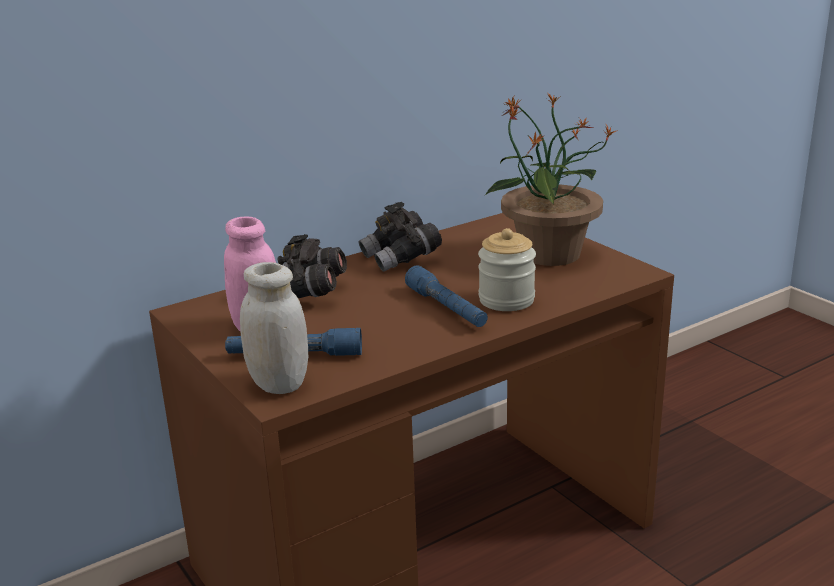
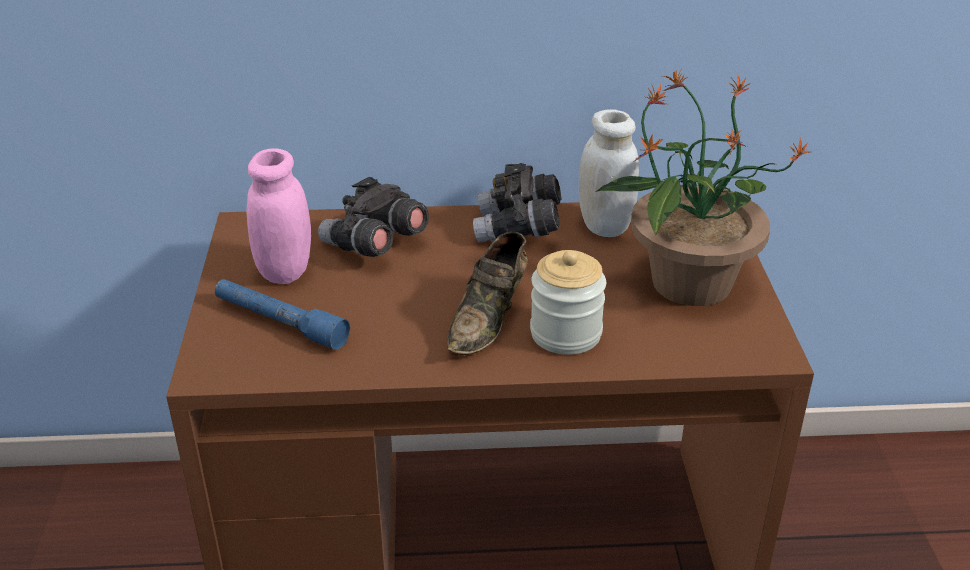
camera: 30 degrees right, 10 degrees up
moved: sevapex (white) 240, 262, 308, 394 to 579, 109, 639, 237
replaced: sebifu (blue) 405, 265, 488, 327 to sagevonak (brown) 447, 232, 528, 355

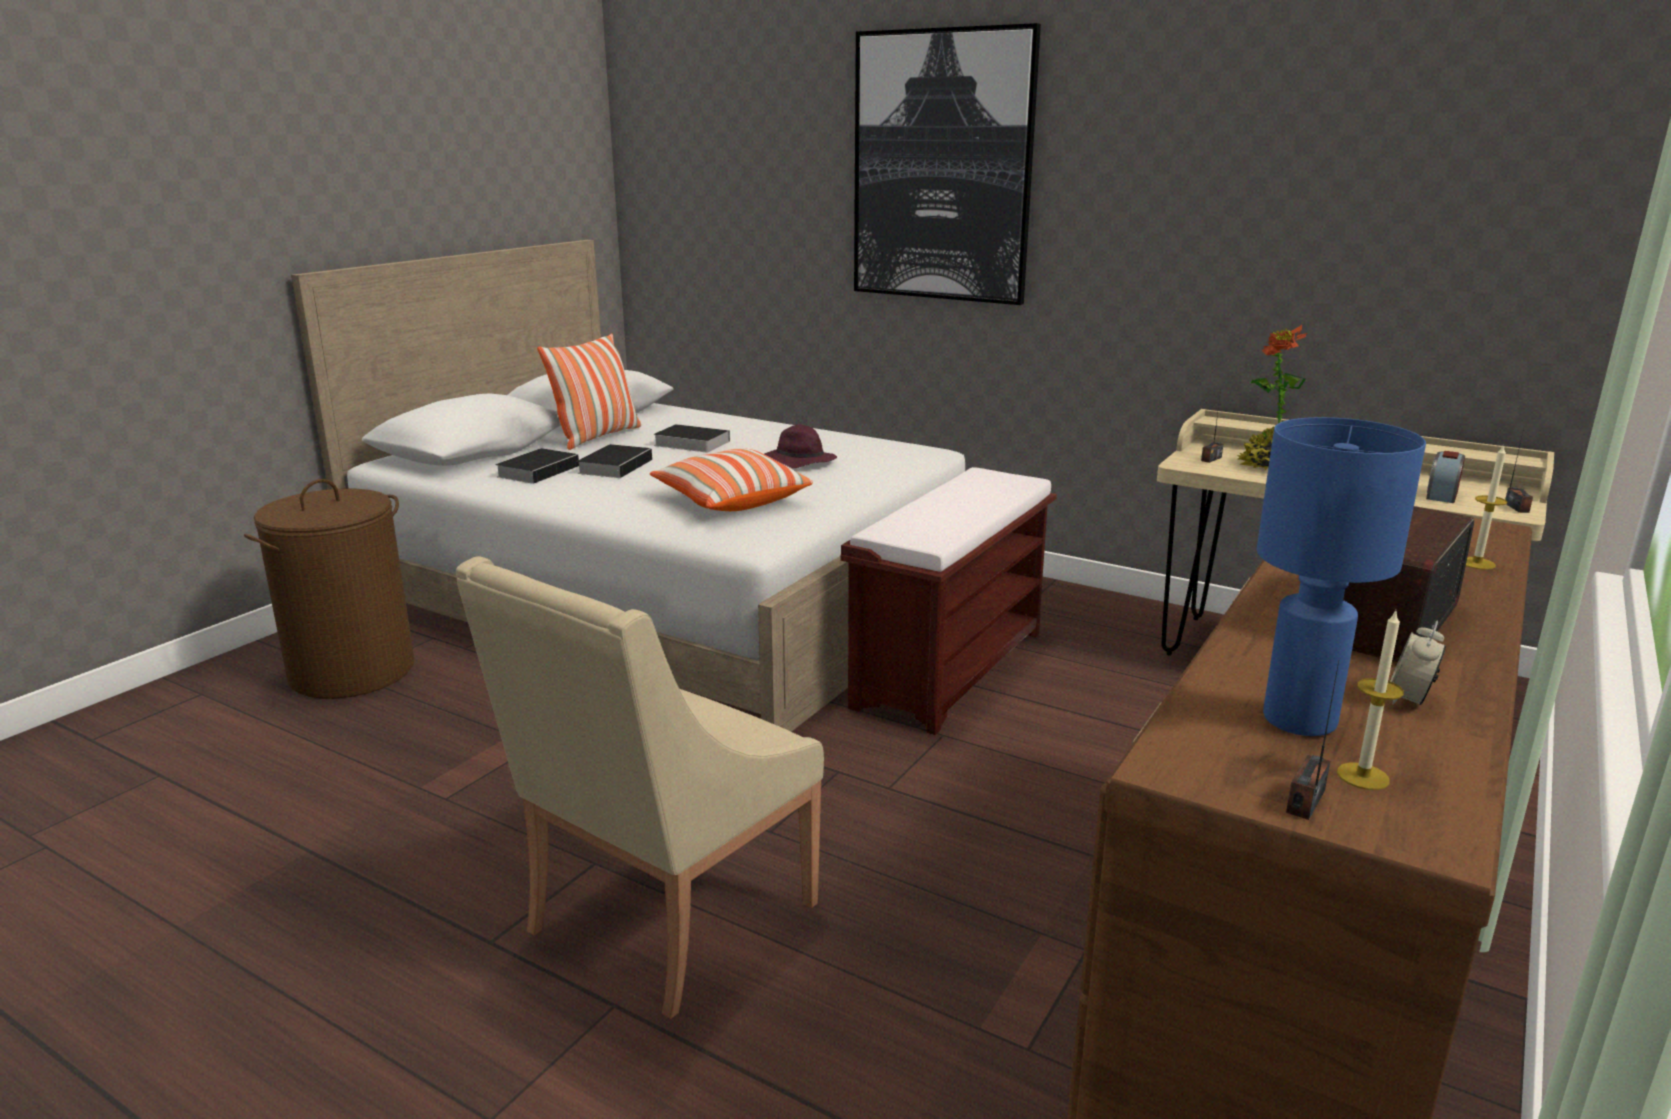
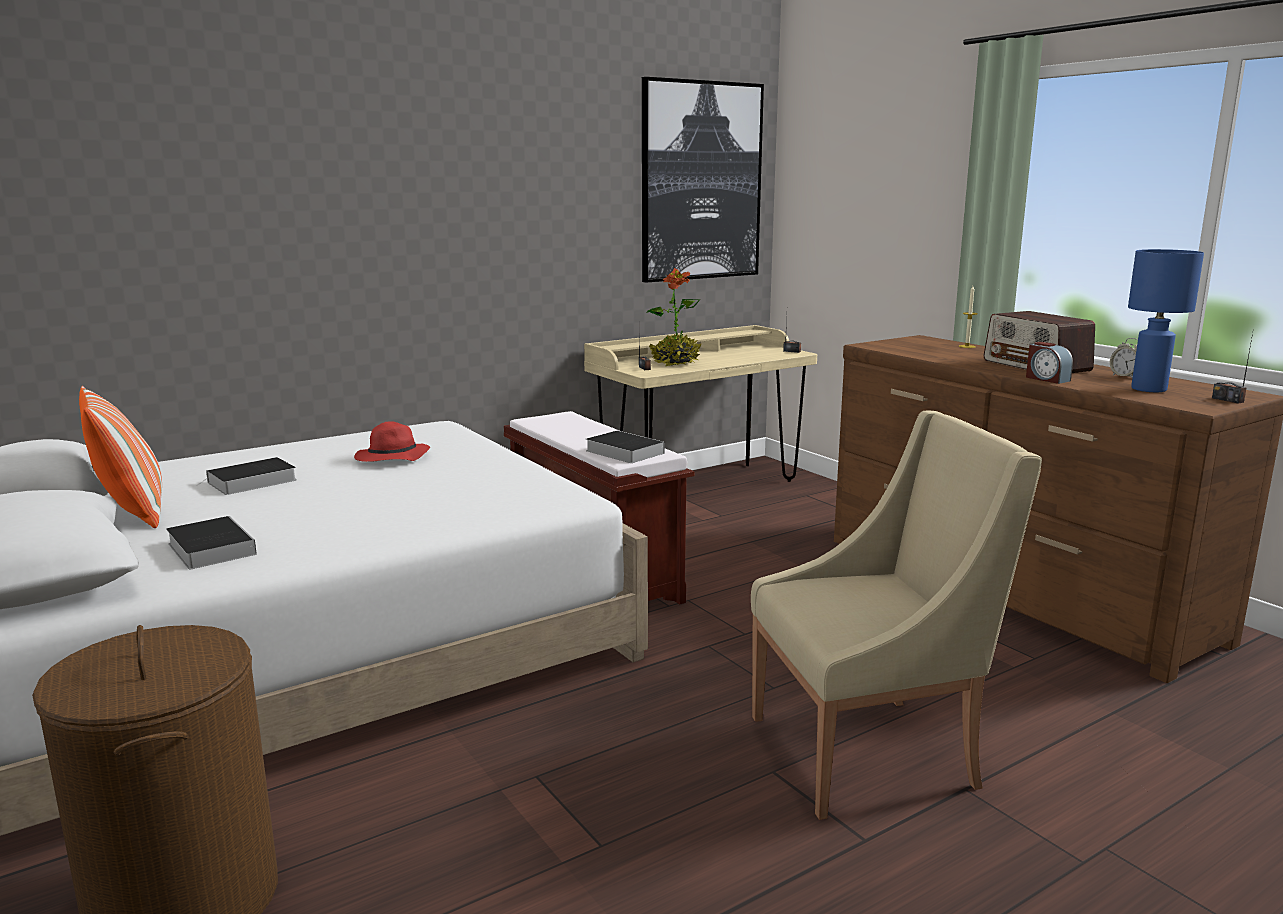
camera: 65 degrees left, 5 degrees down
removed: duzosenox 650, 448, 813, 511; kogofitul 1337, 611, 1404, 790
moved: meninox 577, 444, 652, 478 to 586, 430, 665, 463; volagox 854, 23, 1041, 305 to 642, 77, 764, 283; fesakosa 1426, 451, 1465, 503 to 1026, 342, 1073, 384
recoloured: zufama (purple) 764, 424, 837, 468 to zufama (red) 354, 422, 430, 462
turned: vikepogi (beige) 456, 556, 824, 1019 = 751, 410, 1042, 820 75 degrees counterclockwise

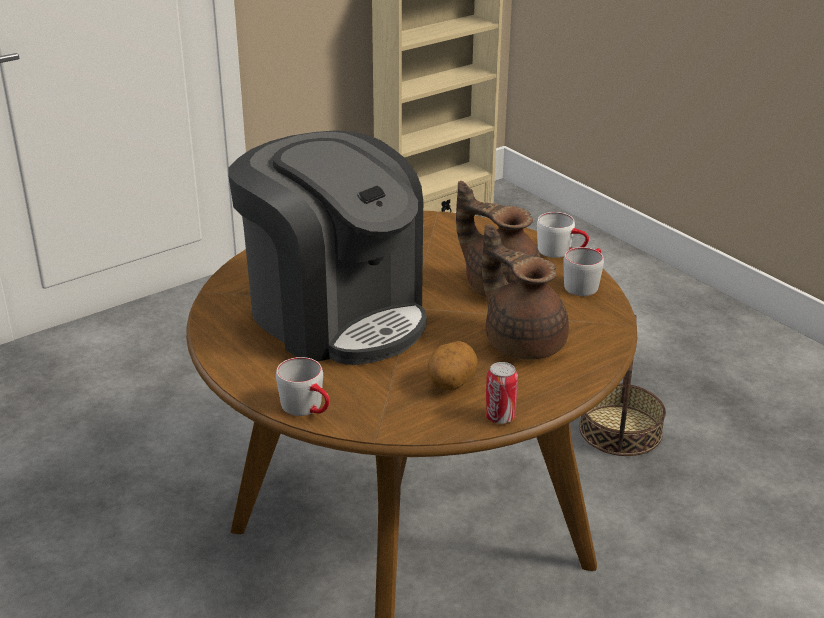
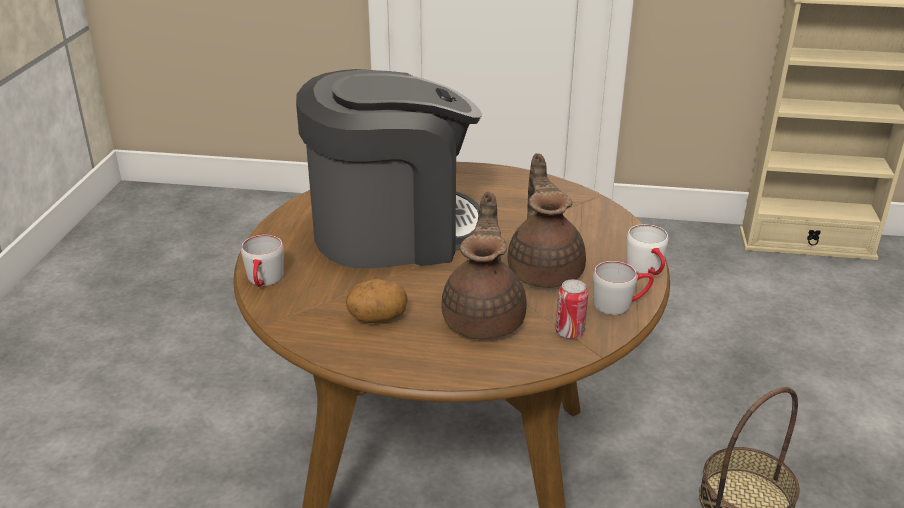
camera: 45 degrees right, 0 degrees up
moved: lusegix 485, 362, 518, 424 to 556, 279, 588, 338
turned: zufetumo 228, 130, 427, 365 = 296, 69, 482, 268 105 degrees counterclockwise

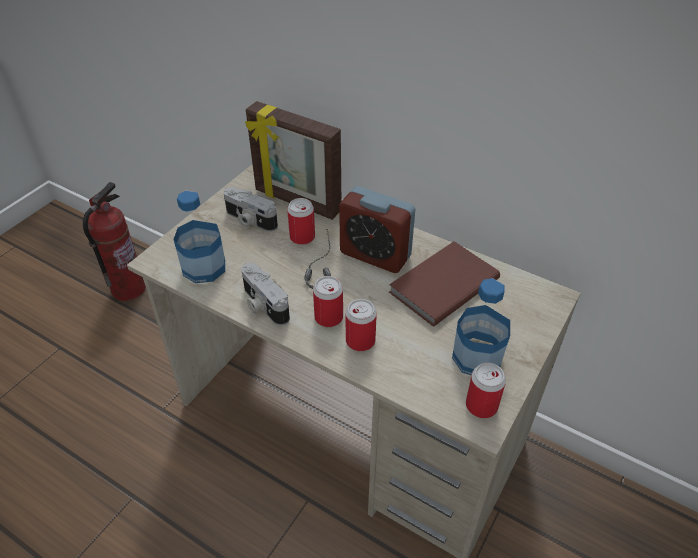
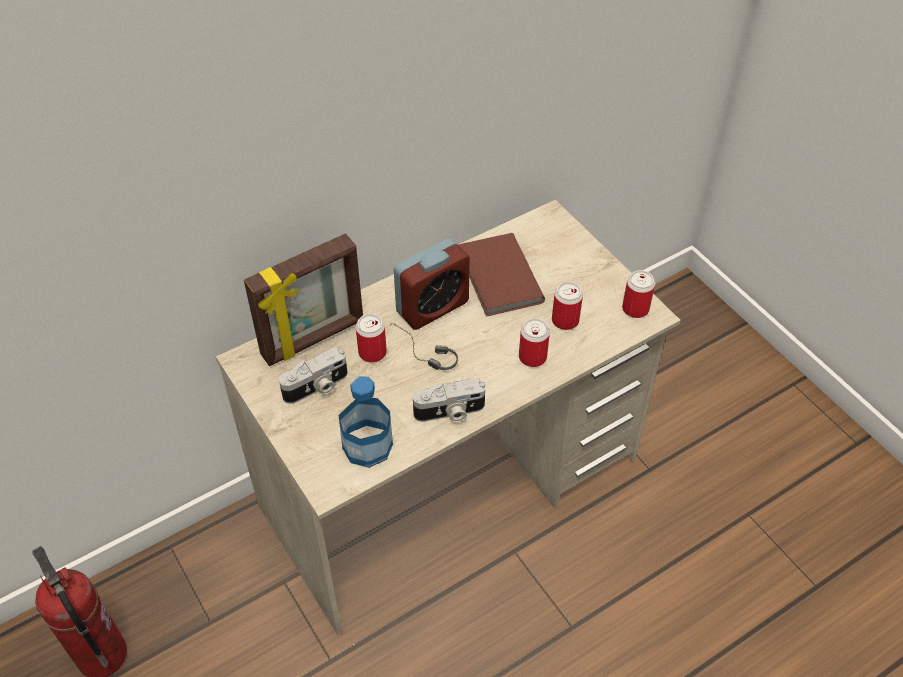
camera: 65 degrees left, 5 degrees up
removed: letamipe 452, 278, 510, 375
moved: lusegix 313, 276, 343, 327 to 552, 282, 583, 330

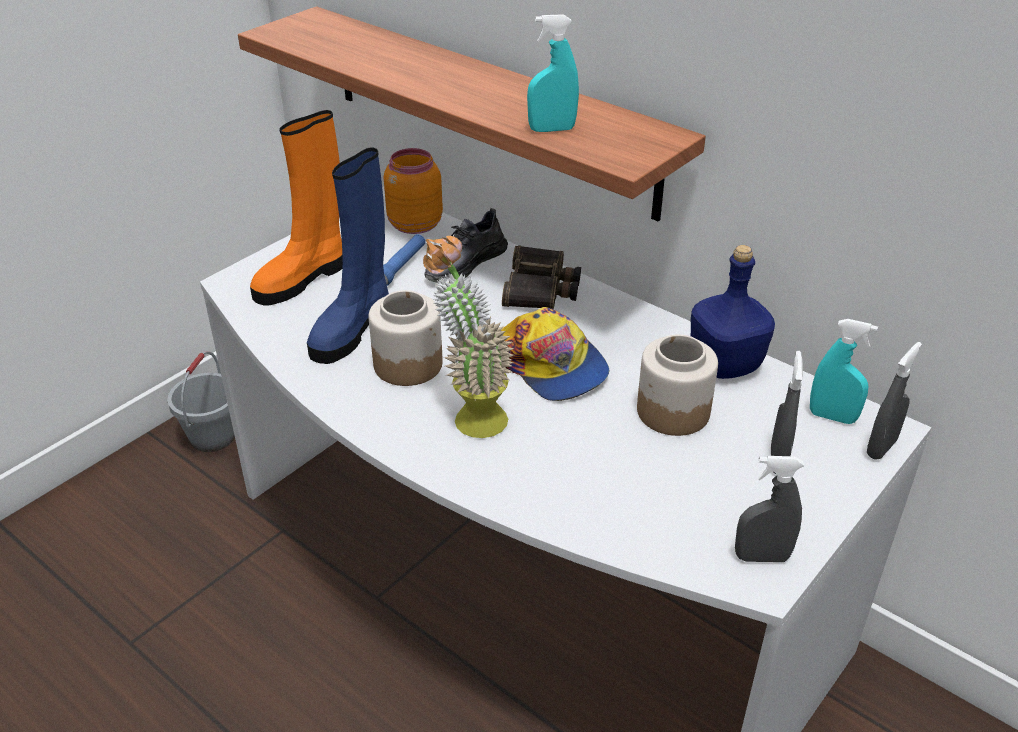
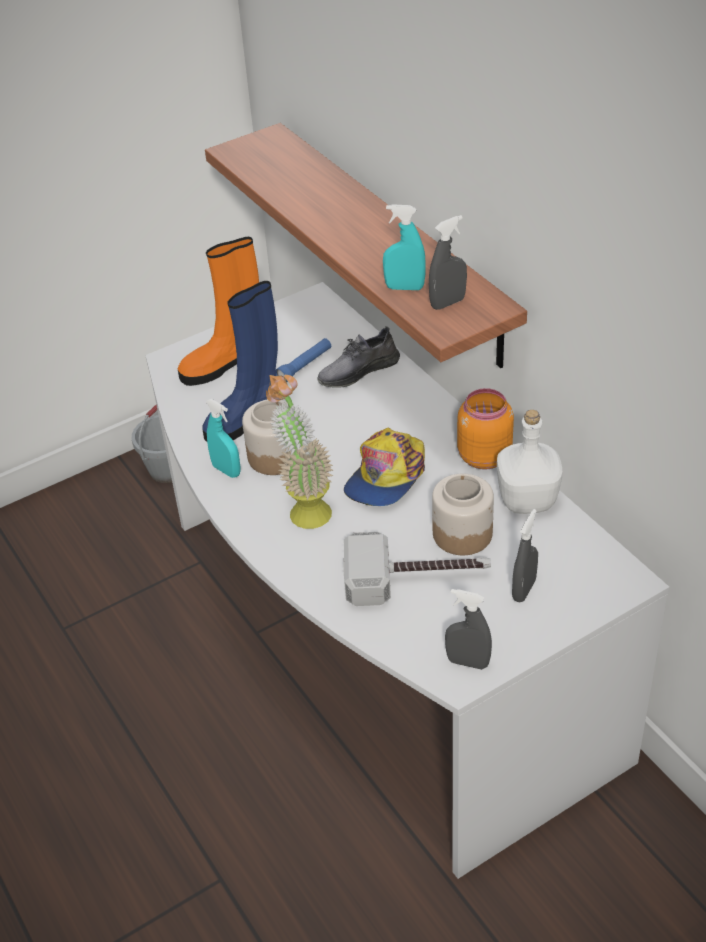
camera: 20 degrees right, 5 degrees up
removed: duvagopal 502, 245, 581, 309
added: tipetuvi 343, 532, 491, 606
moved: sevapex (orange) 384, 148, 443, 234 to 457, 388, 514, 470; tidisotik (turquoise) 810, 319, 878, 424 to 206, 399, 241, 478; tidisotik (grey) 867, 342, 922, 460 to 429, 215, 467, 310
recoloured: letamipe (blue) 691, 245, 775, 379 to letamipe (white) 497, 410, 562, 514
turned: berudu 501, 307, 609, 401 = 344, 427, 425, 506 45 degrees clockwise

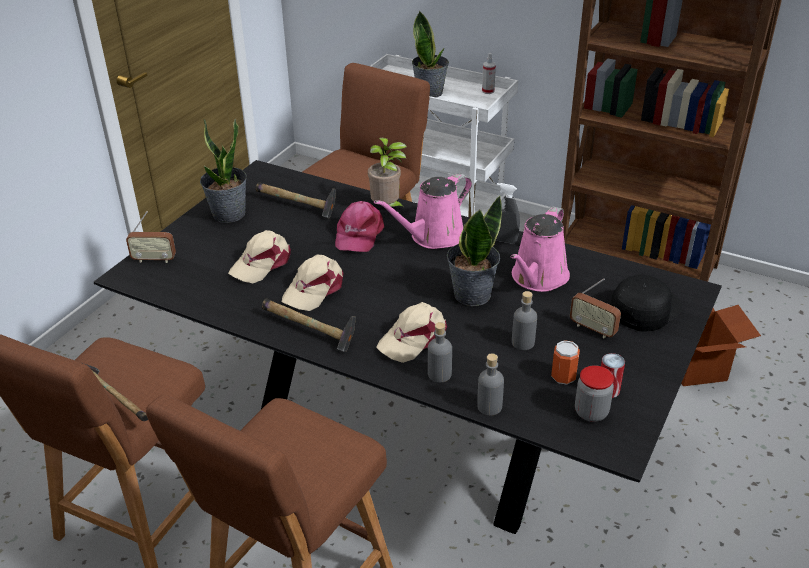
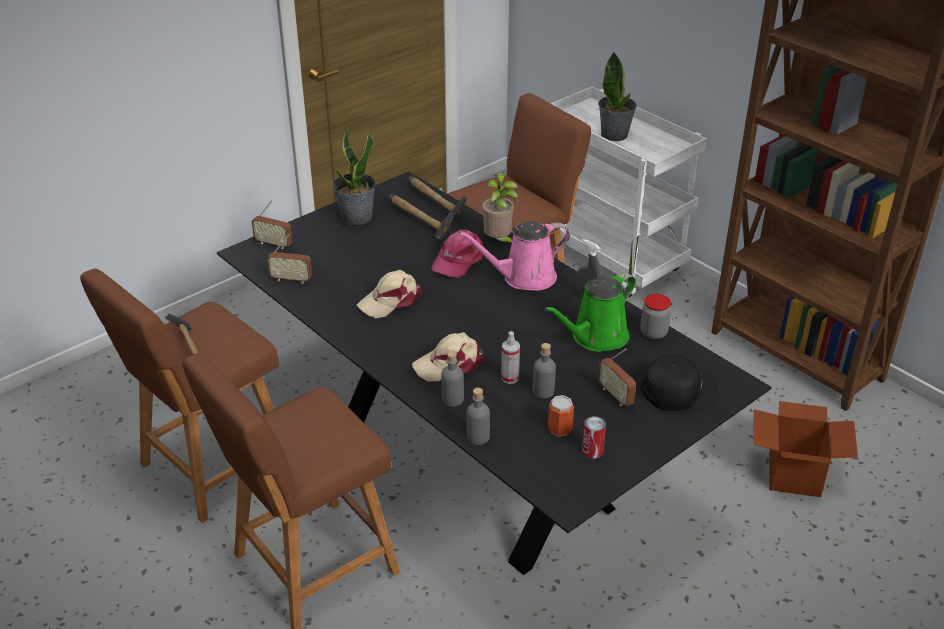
camera: 20 degrees right, 0 degrees up
removed: berudu (beige) 228, 230, 291, 283; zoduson 447, 196, 502, 306
added: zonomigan 267, 234, 312, 284
moved: tipetuvi 262, 298, 356, 352 to 408, 175, 467, 222; tidisotik 482, 53, 496, 94 to 501, 331, 520, 384; sevapex 575, 365, 614, 422 to 640, 294, 671, 340
recoloured: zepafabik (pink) 511, 207, 570, 292 to zepafabik (green) 545, 272, 636, 352

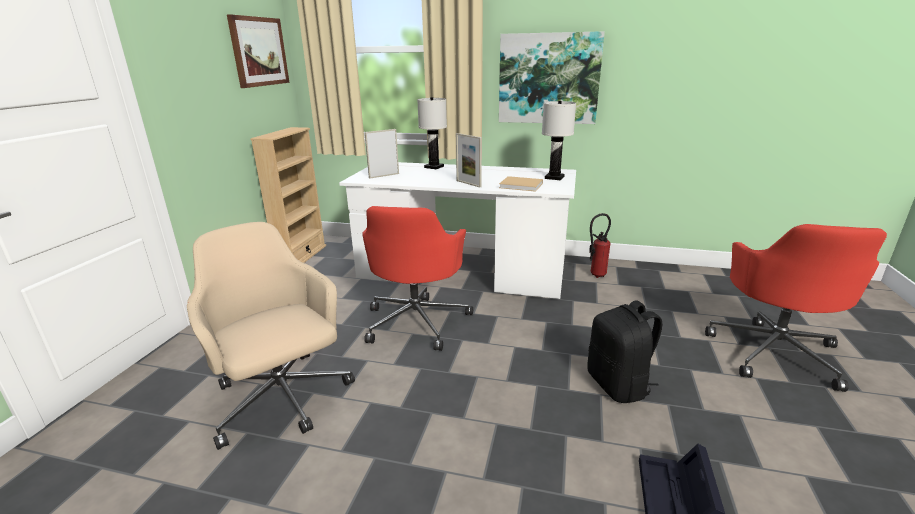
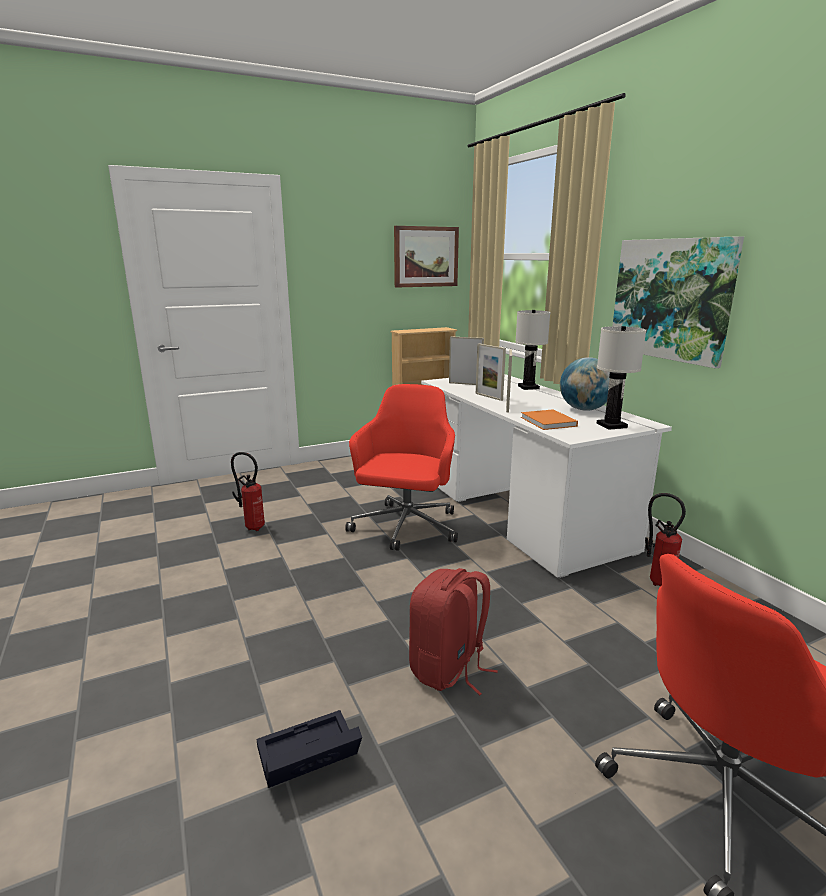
camera: 50 degrees right, 5 degrees down
added: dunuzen 476, 343, 506, 401; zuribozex 560, 357, 610, 411
replaced: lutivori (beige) 187, 222, 355, 450 to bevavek 231, 452, 265, 531
recoloured: meninox (beige) 499, 176, 543, 192 to meninox (orange) 521, 409, 578, 430; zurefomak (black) 587, 301, 662, 403 to zurefomak (red) 409, 568, 498, 695
turned: lutivori (red) 362, 206, 473, 351 = 345, 384, 458, 551 135 degrees clockwise

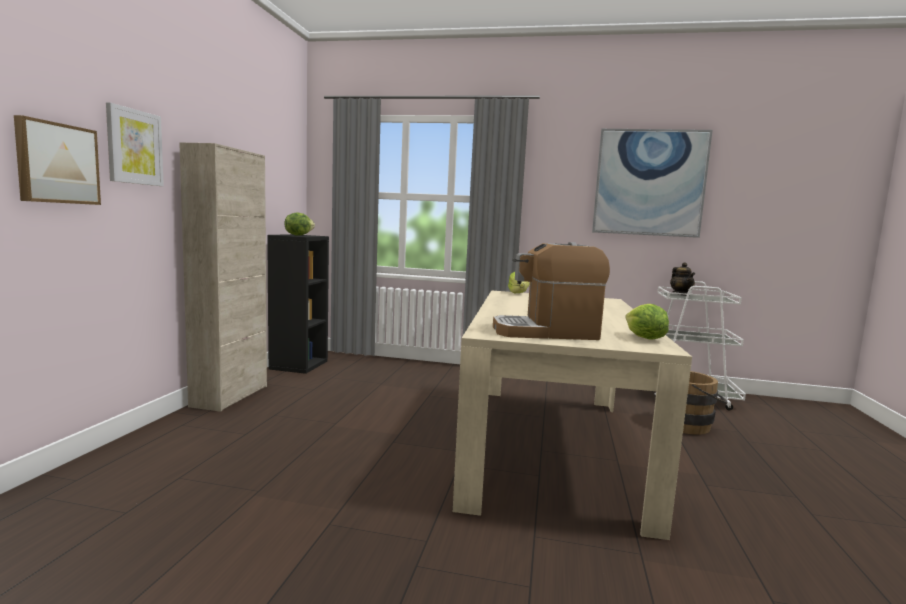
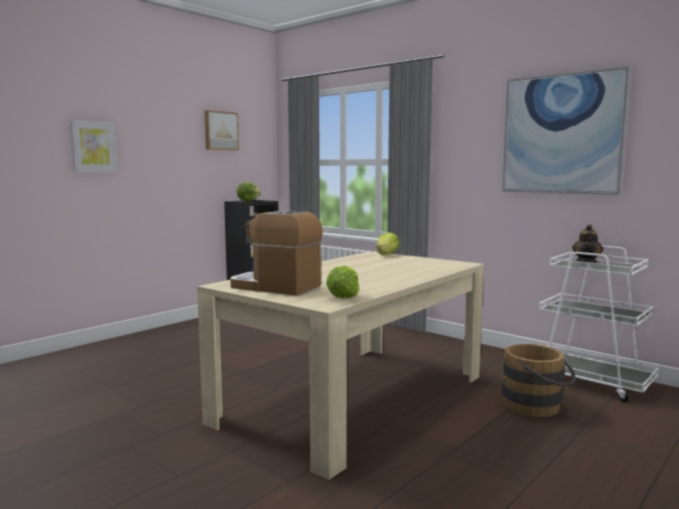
camera: 30 degrees right, 0 degrees up
removed: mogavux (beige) 179, 143, 267, 412
moved: volagox 14, 115, 101, 205 to 204, 110, 239, 150

